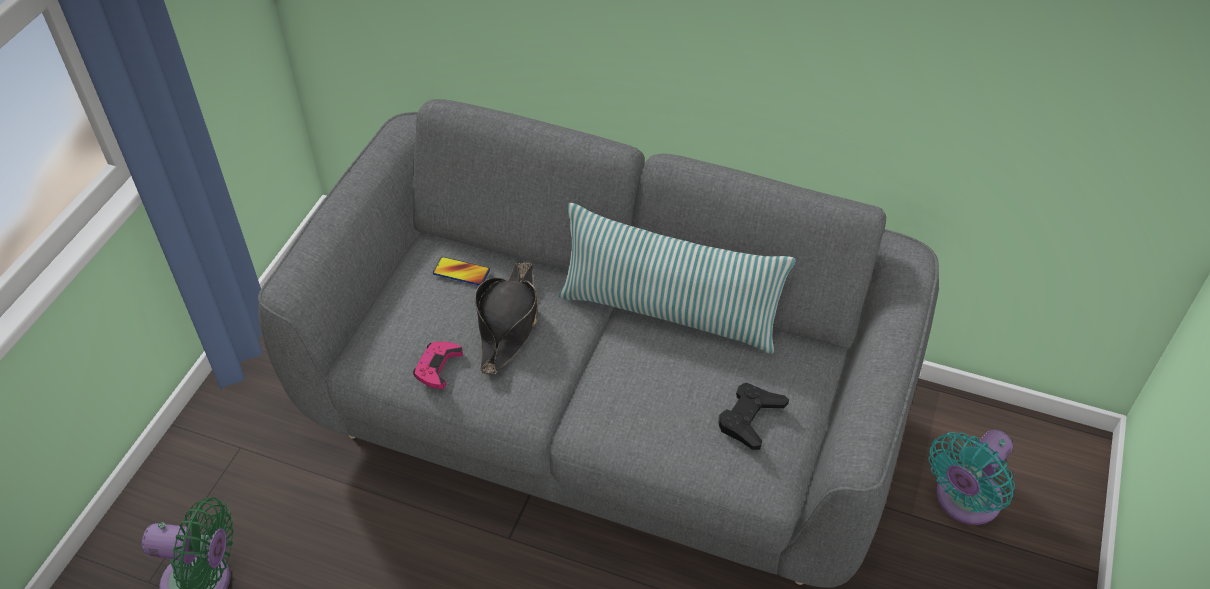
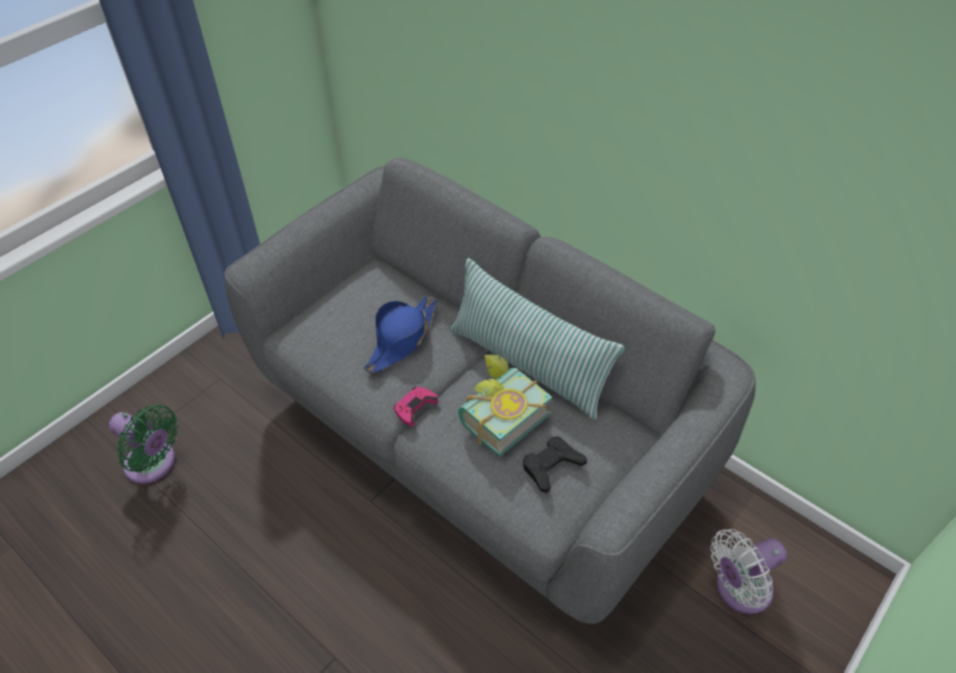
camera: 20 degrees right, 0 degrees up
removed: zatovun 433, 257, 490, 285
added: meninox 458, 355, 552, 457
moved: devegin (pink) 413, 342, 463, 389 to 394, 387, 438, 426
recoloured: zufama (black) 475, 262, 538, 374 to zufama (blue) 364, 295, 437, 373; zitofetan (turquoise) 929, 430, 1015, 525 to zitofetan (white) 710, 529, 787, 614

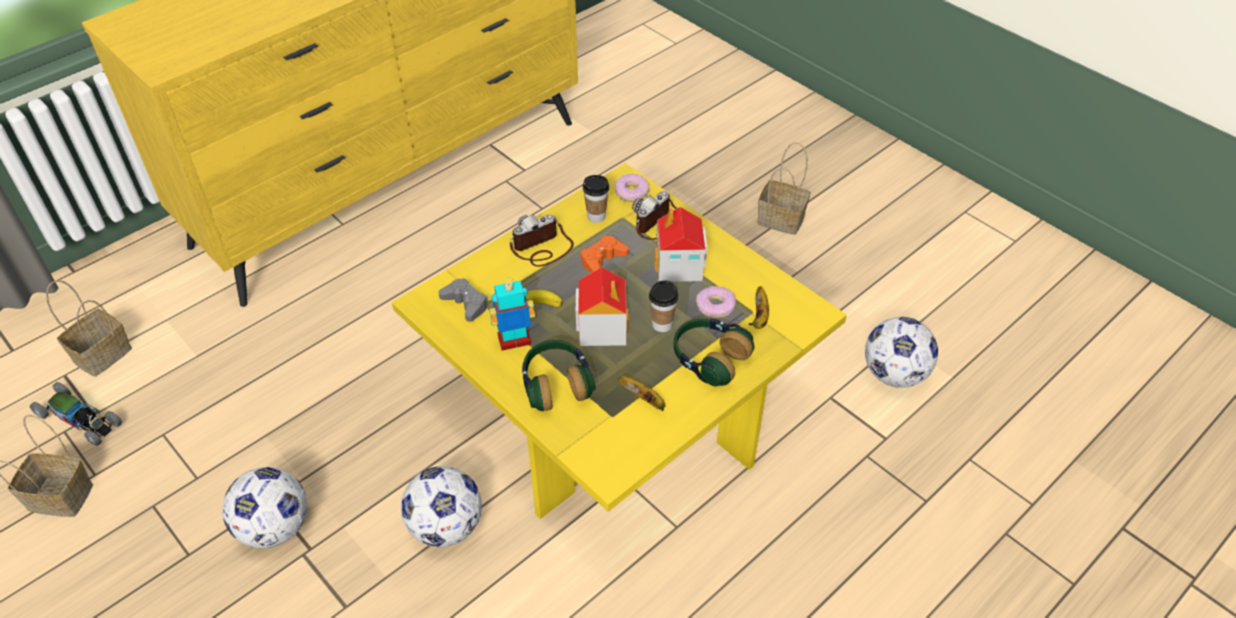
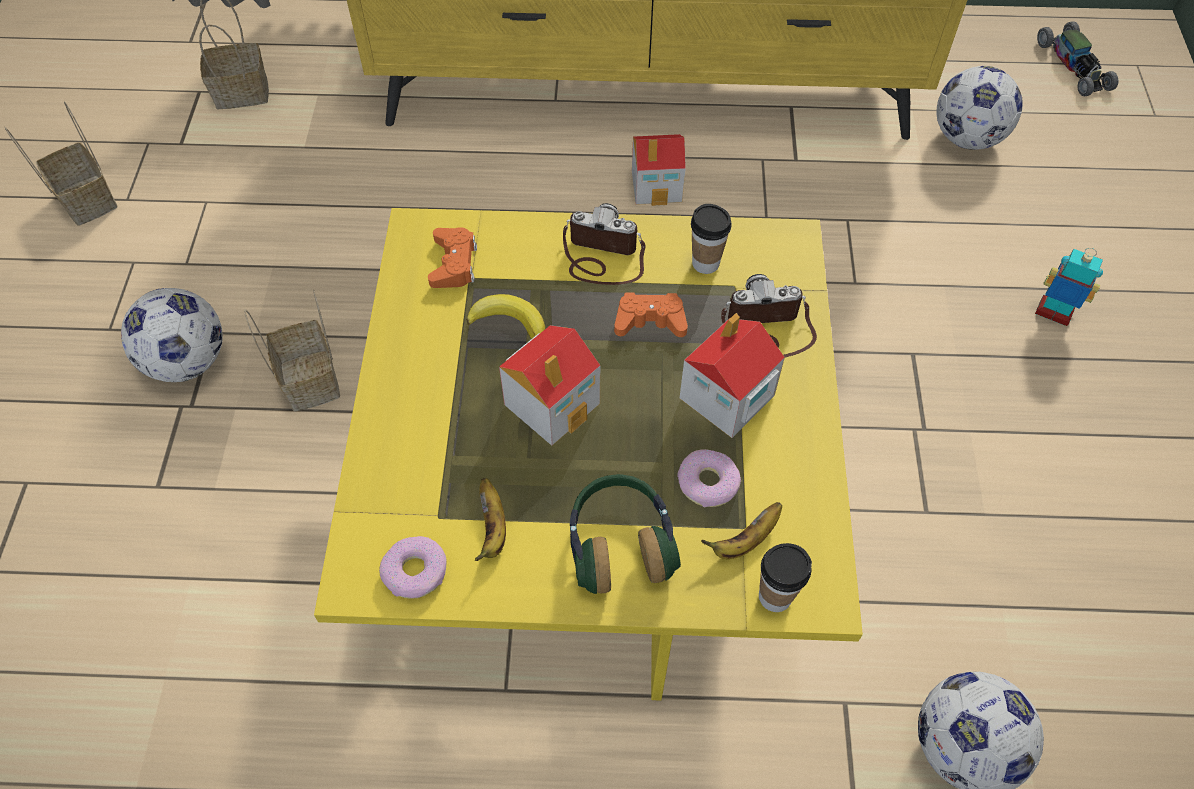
camera: 45 degrees right, 10 degrees up
removed: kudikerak 522, 340, 596, 411
added: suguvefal 632, 134, 686, 206
moved: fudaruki 30, 382, 122, 446 to 1037, 21, 1118, 96; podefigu 401, 466, 482, 547 to 936, 66, 1023, 150; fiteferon 489, 277, 535, 351 to 1035, 248, 1103, 326; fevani 615, 174, 649, 202 to 379, 536, 447, 599; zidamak 649, 280, 678, 332 to 759, 543, 812, 612; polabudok 757, 142, 810, 235 to 244, 290, 340, 411
recoloured: devegin (grey) 439, 278, 489, 322 to devegin (orange) 428, 227, 477, 288

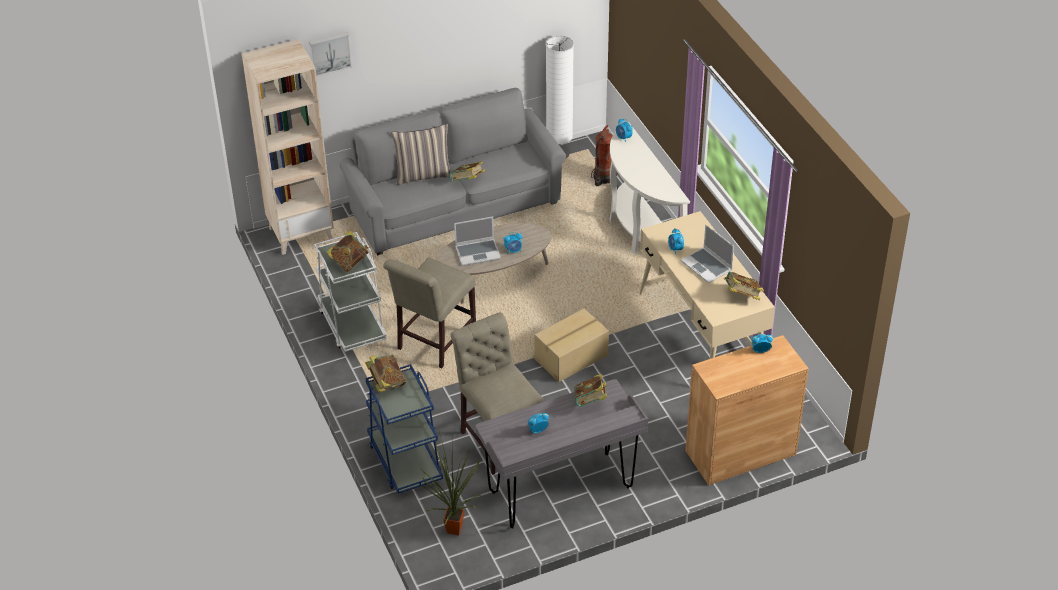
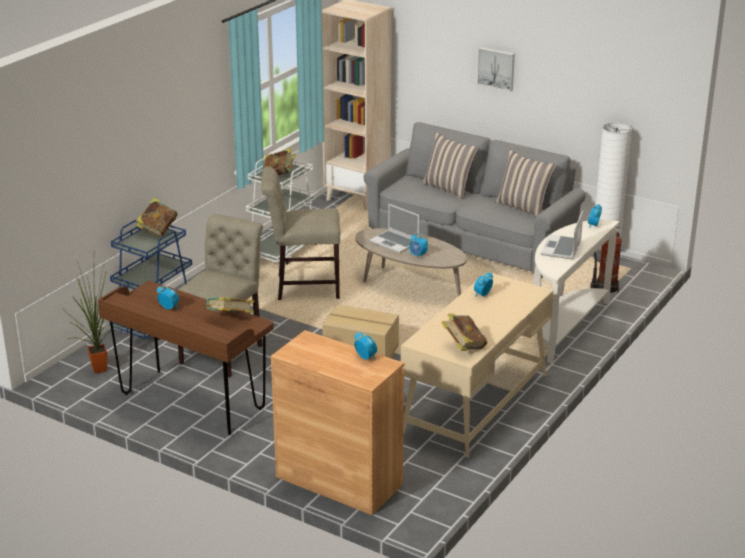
camera: 55 degrees right, 15 degrees down
removed: meninox 450, 161, 485, 182
added: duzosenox 495, 149, 556, 217
moved: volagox 309, 32, 352, 77 to 477, 47, 515, 92; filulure 681, 224, 734, 283 to 541, 210, 583, 260
recoloured: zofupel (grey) 475, 379, 648, 528 to zofupel (brown) 98, 281, 274, 435

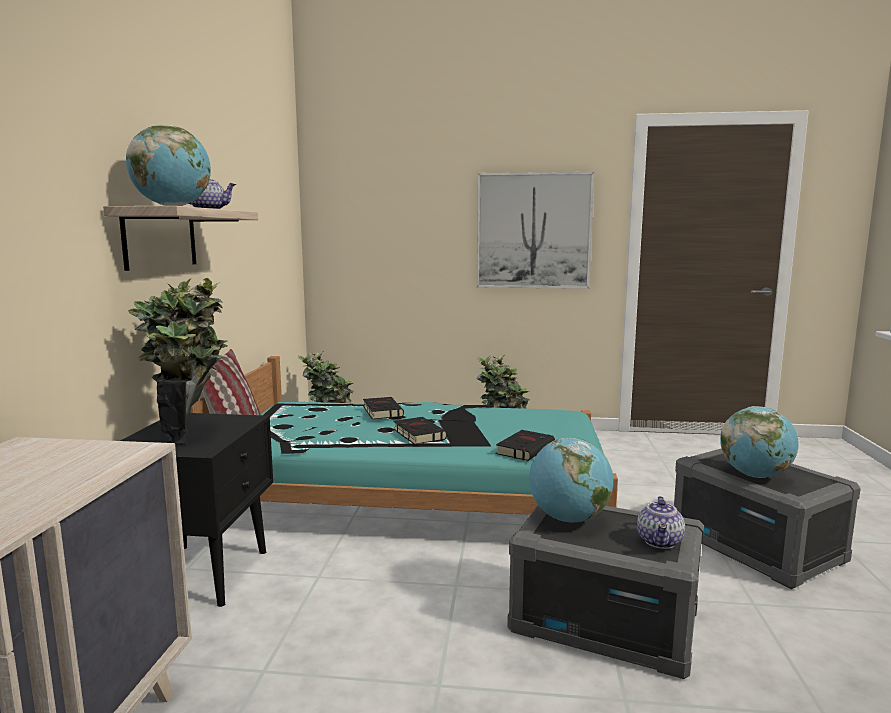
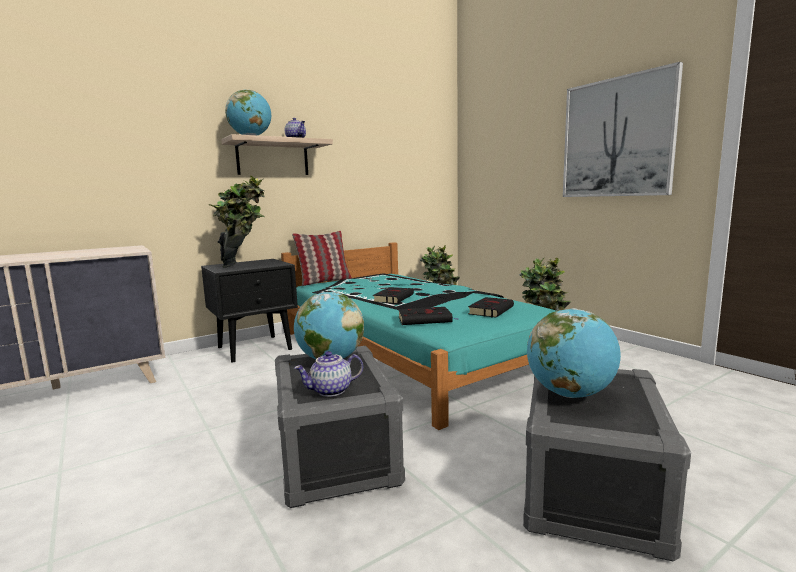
camera: 50 degrees right, 0 degrees up
moved: meninox (black) 363, 397, 404, 419 to 468, 297, 514, 318

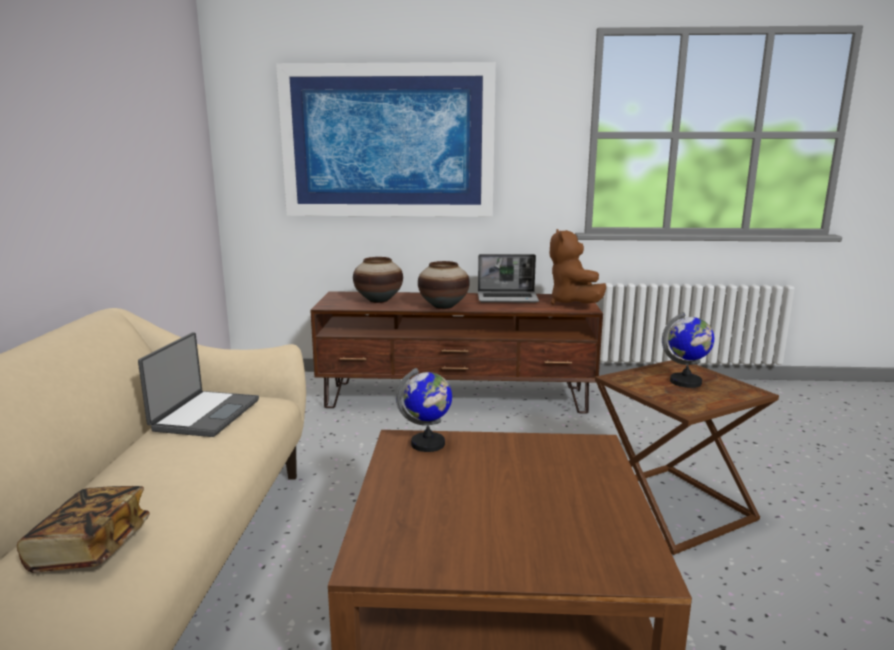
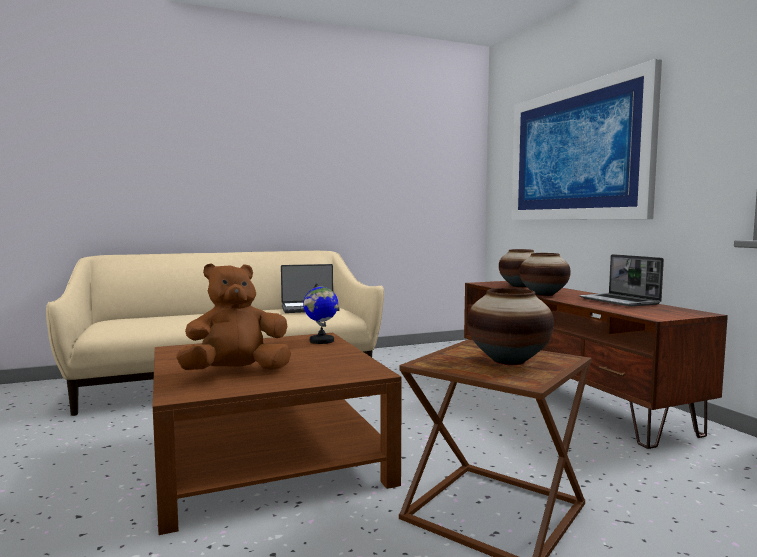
camera: 65 degrees right, 10 degrees down
removed: meninox 17, 486, 150, 573
moved: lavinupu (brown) 549, 229, 606, 304 to 176, 263, 291, 370
replaced: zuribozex 662, 312, 714, 388 to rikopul 467, 288, 554, 365

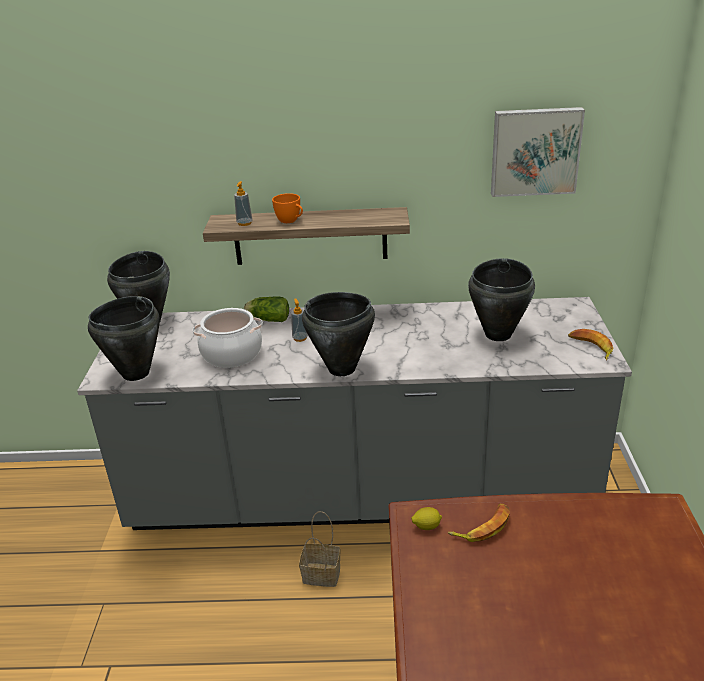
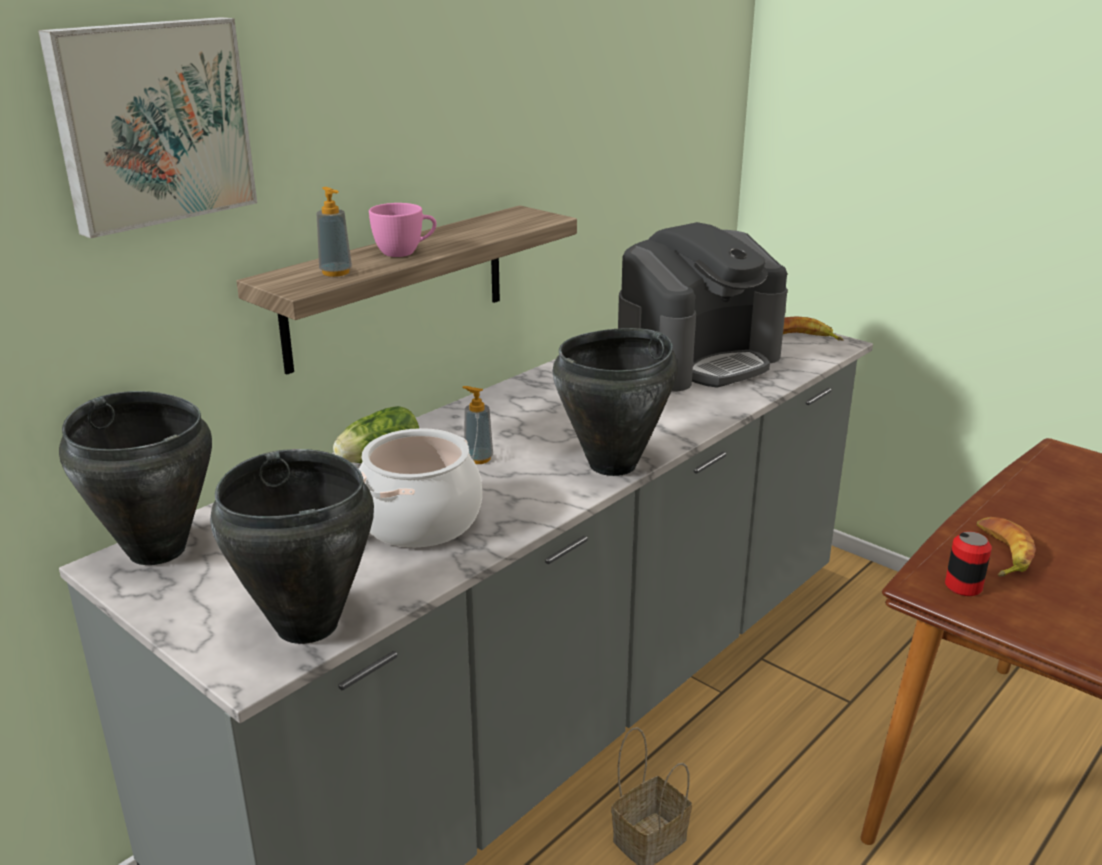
camera: 50 degrees left, 5 degrees down
moved: volagox 491, 107, 585, 197 to 38, 17, 257, 238
replaced: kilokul 411, 507, 442, 530 to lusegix 945, 531, 992, 596; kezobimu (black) 468, 258, 535, 341 to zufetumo 618, 222, 788, 392
recoloured: zidamak (orange) 272, 193, 303, 223 to zidamak (pink) 369, 203, 437, 257

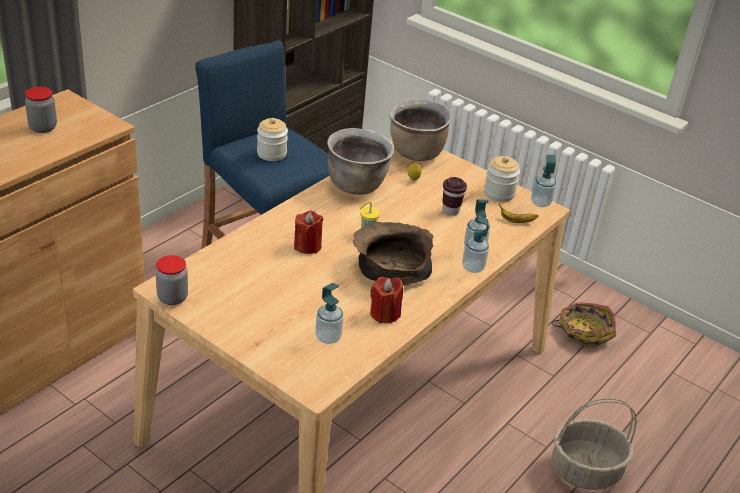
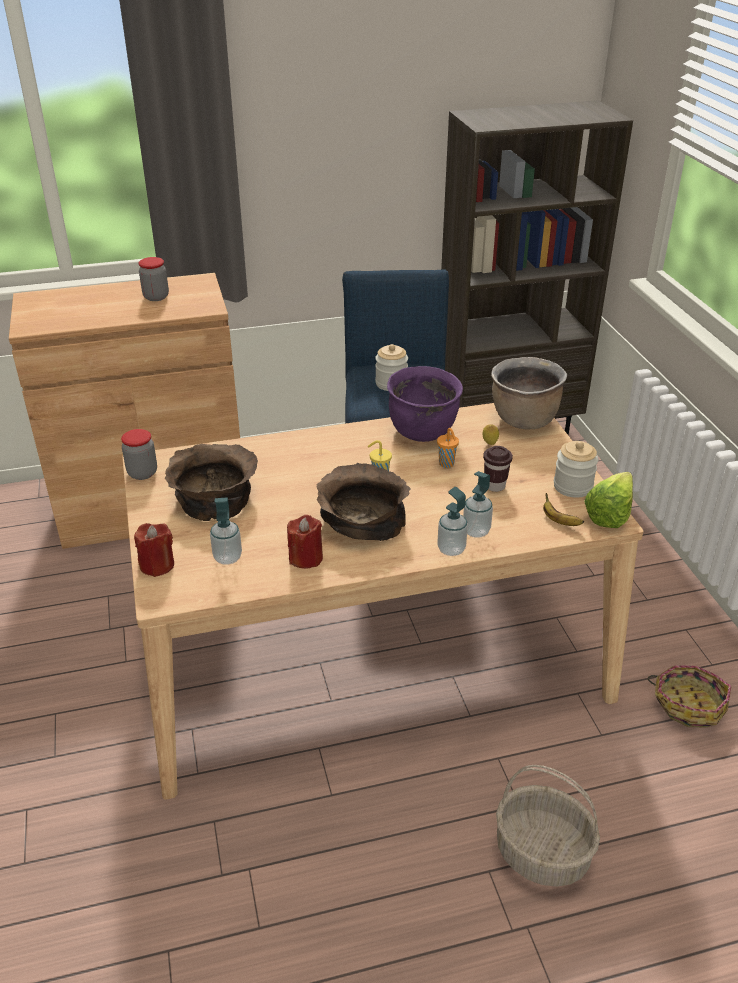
camera: 40 degrees right, 0 degrees up
added: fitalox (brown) 165, 444, 258, 521; zidamak (orange) 437, 428, 459, 468
moved: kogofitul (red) 294, 211, 323, 254 to 134, 523, 174, 577
replaced: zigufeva 531, 155, 556, 207 to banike 584, 472, 633, 528
recoloured: kezobimu (brown) 327, 128, 394, 195 to kezobimu (purple) 387, 366, 463, 442

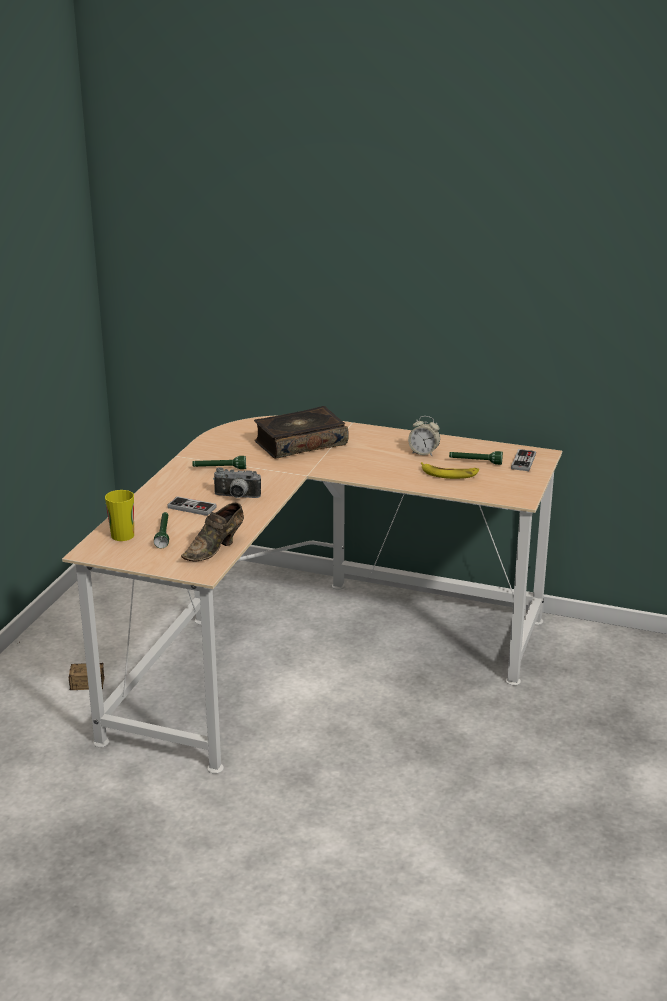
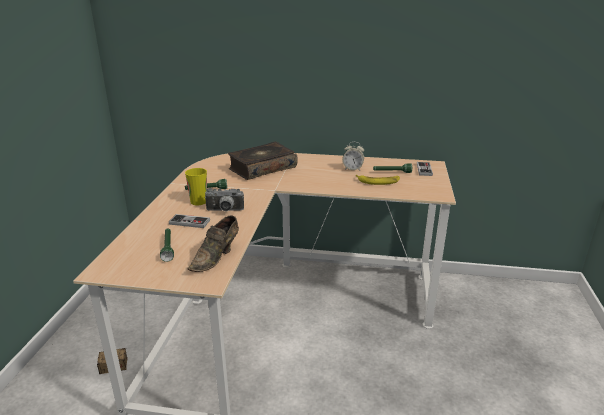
camera: 10 degrees left, 0 degrees up
moved: zidamak 105, 490, 134, 541 to 185, 168, 207, 205

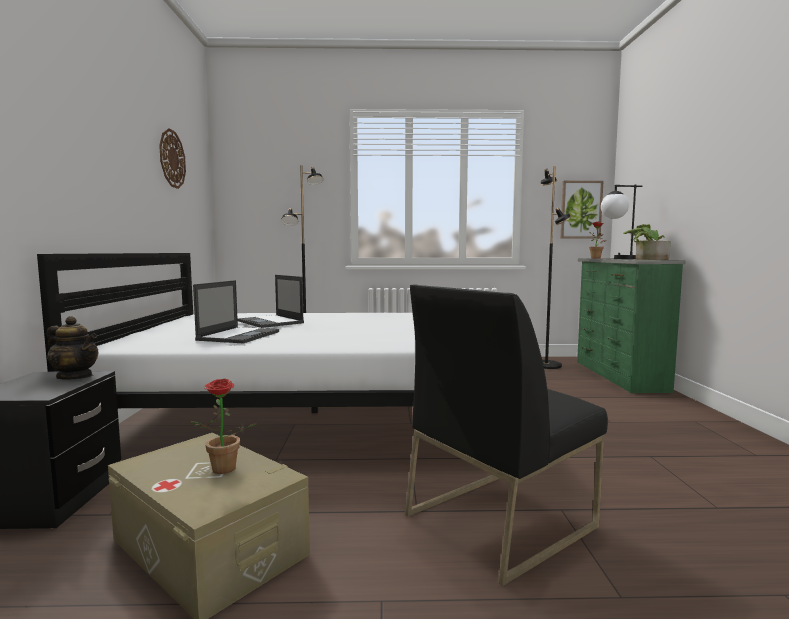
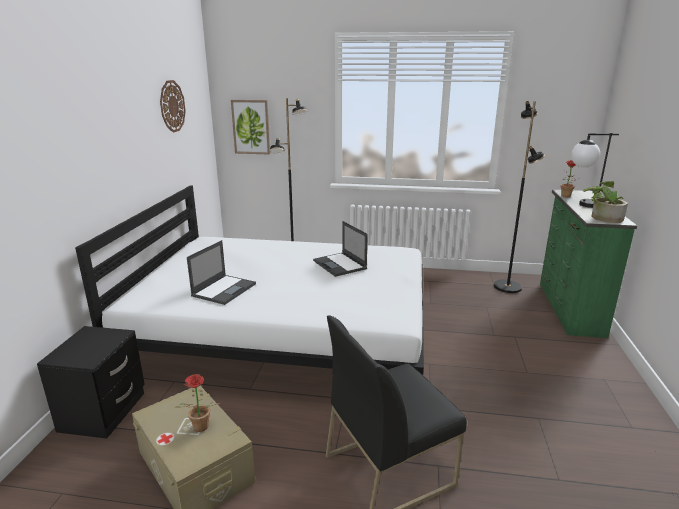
camera: 10 degrees right, 15 degrees up
removed: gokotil 46, 316, 98, 379
moved: filulure 238, 275, 304, 328 to 313, 221, 368, 277; volagox 560, 181, 603, 239 to 231, 100, 270, 155

